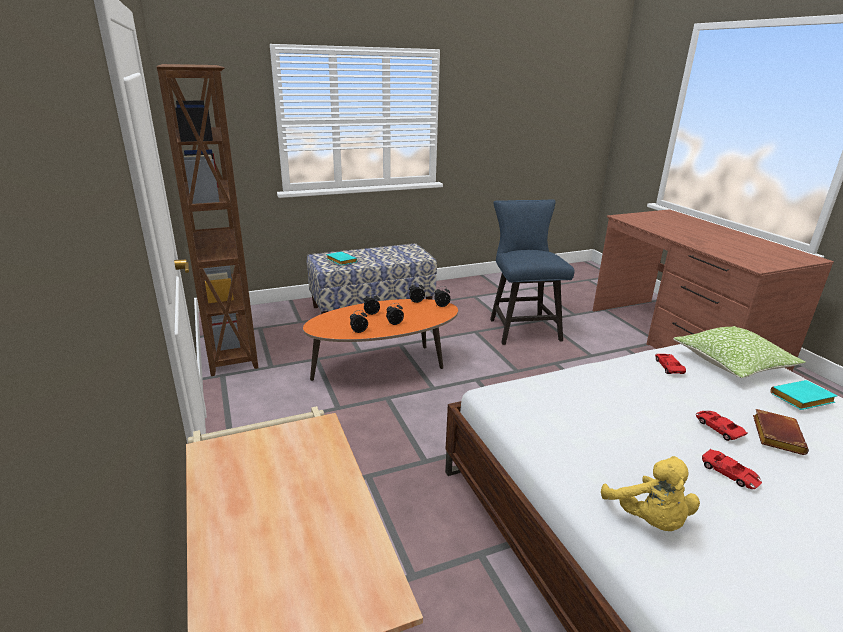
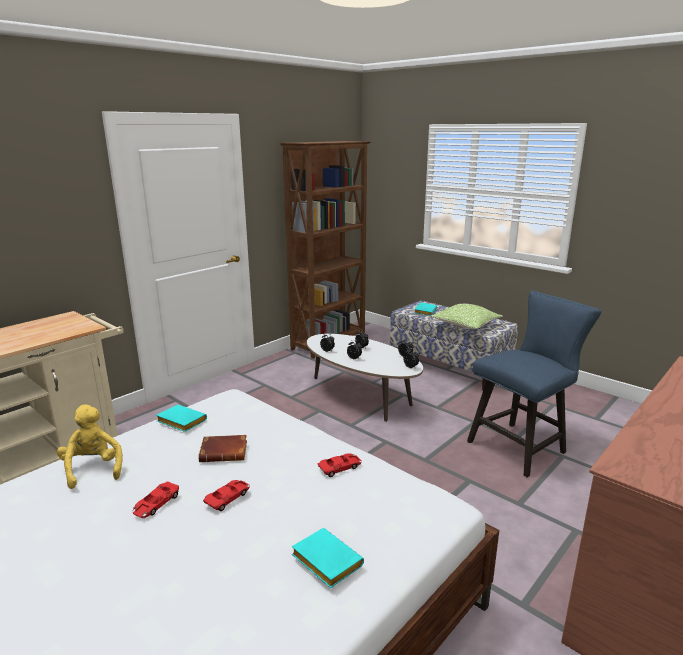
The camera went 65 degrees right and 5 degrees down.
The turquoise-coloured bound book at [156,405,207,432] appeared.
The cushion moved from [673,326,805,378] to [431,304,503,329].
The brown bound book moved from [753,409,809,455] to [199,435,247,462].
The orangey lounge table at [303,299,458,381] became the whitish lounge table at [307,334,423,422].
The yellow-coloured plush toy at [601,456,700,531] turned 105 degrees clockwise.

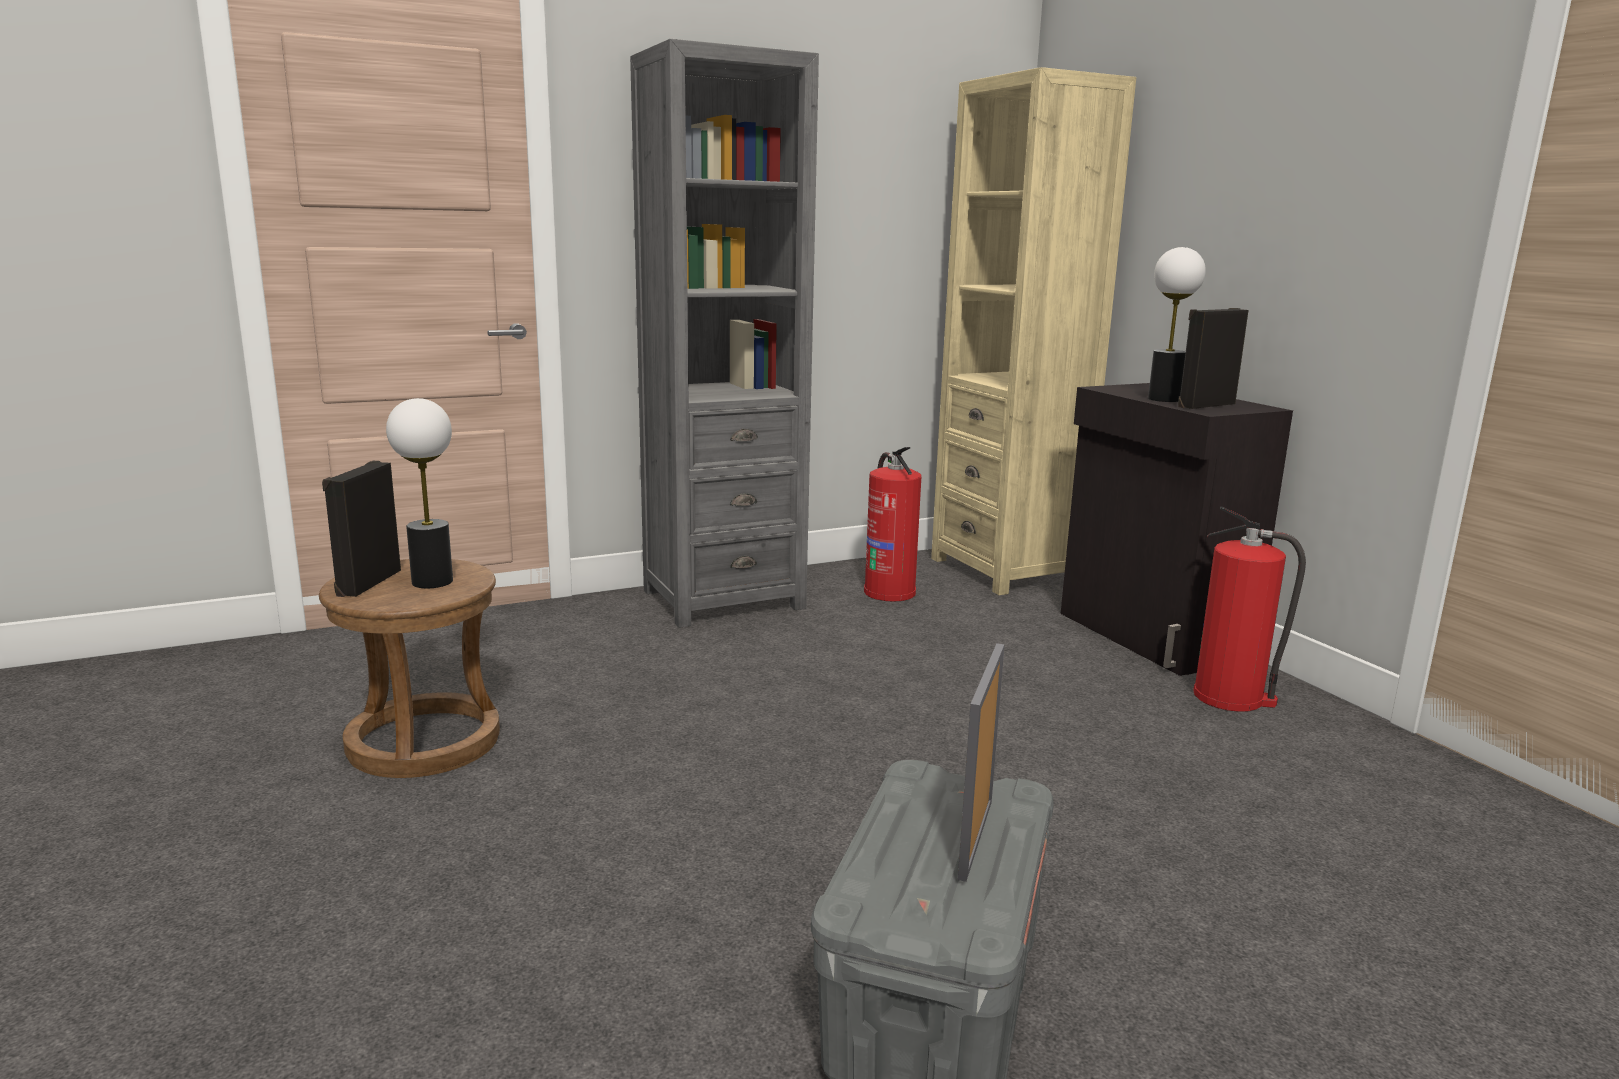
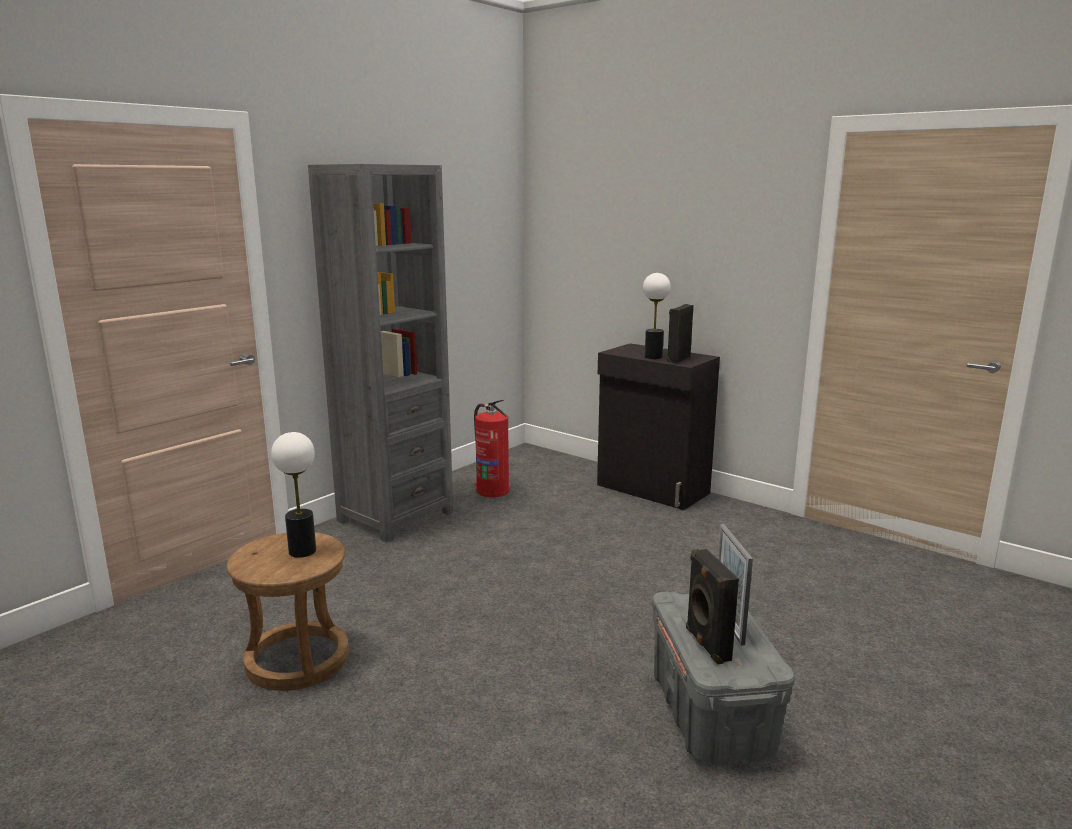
The camera went 25 degrees left and 0 degrees up.
The beige bookcase at [931,67,1136,595] disappeared.
The fire extinguisher at [1193,506,1306,712] disappeared.
The black-coloured loudspeaker moved from [322,461,401,597] to [686,549,739,664].

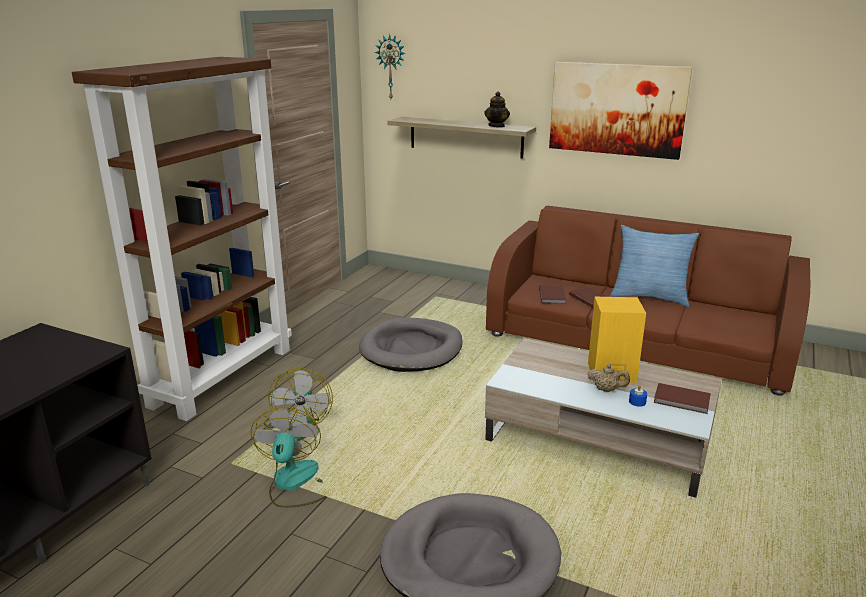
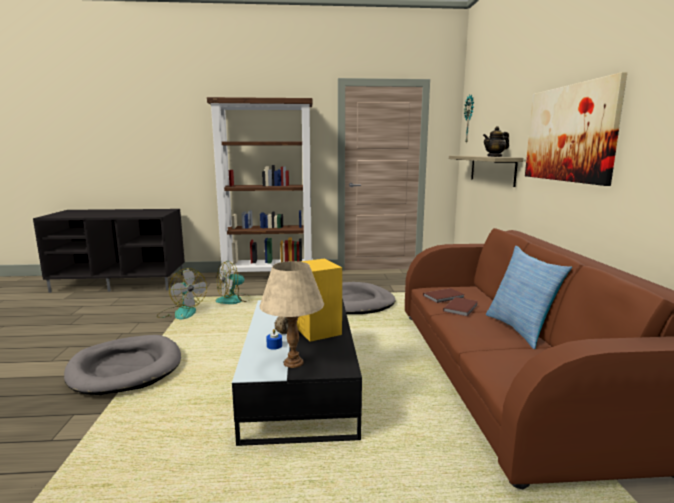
The camera went 60 degrees right and 10 degrees down.
The brown bound book at [654,383,711,414] was replaced by the beige table lamp at [260,261,324,368].
The beige lounge table at [485,338,722,498] became the black-coloured lounge table at [232,298,362,446].
The cooling fan at [250,407,326,508] turned 75 degrees clockwise.

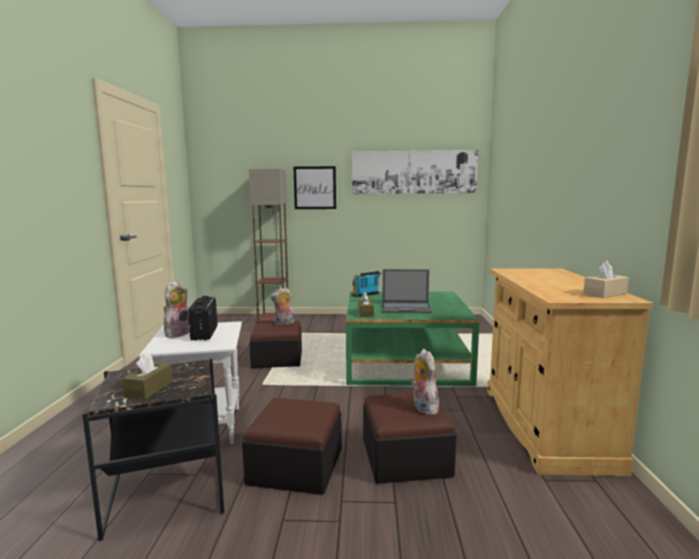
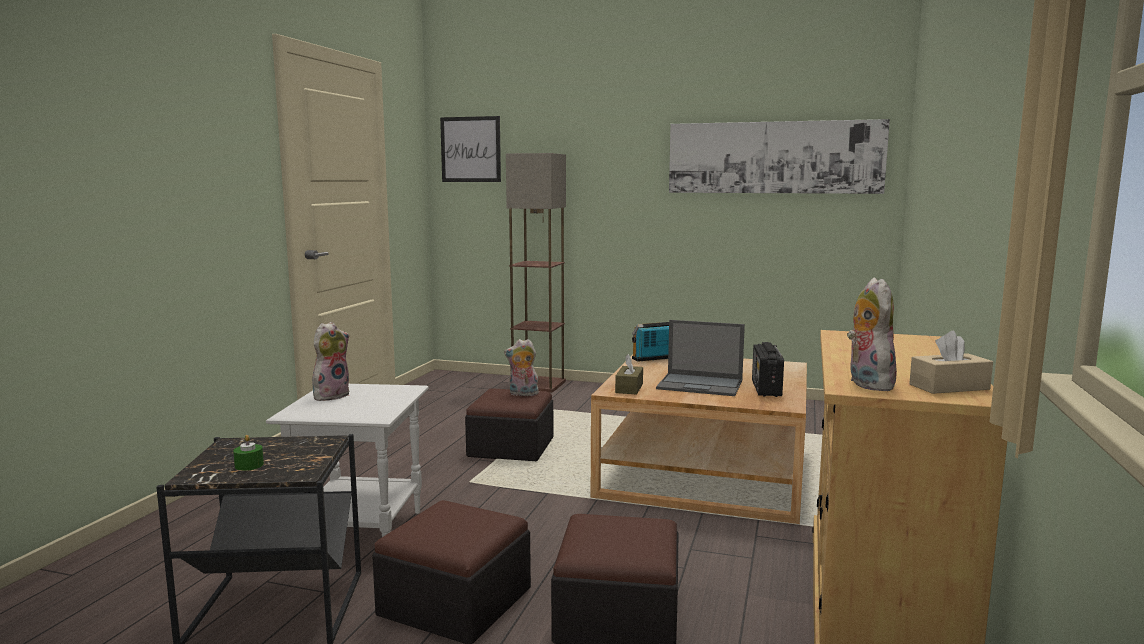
The camera went 15 degrees right and 0 degrees up.
The radio moved from [188,296,217,341] to [752,342,784,397].
The wall art moved from [294,166,336,209] to [440,116,501,182].
The plush toy moved from [411,349,439,415] to [847,278,898,391].
The brown box of tissues at [122,352,173,400] was replaced by the greenish wax light at [233,435,264,471].
The greenish lounge table at [346,291,479,386] became the beige lounge table at [591,356,807,524].

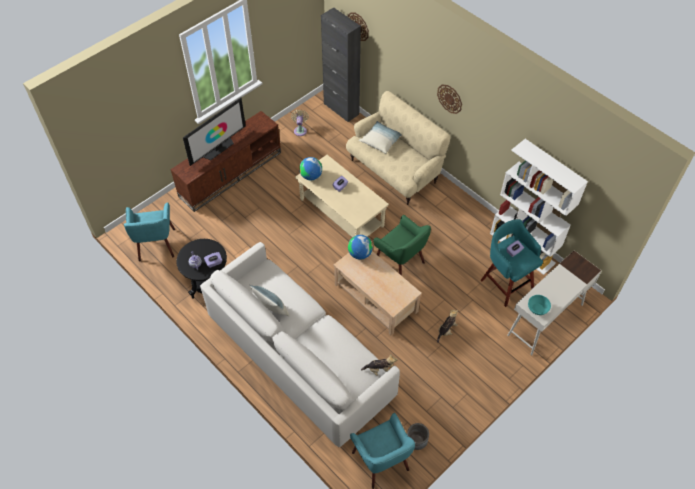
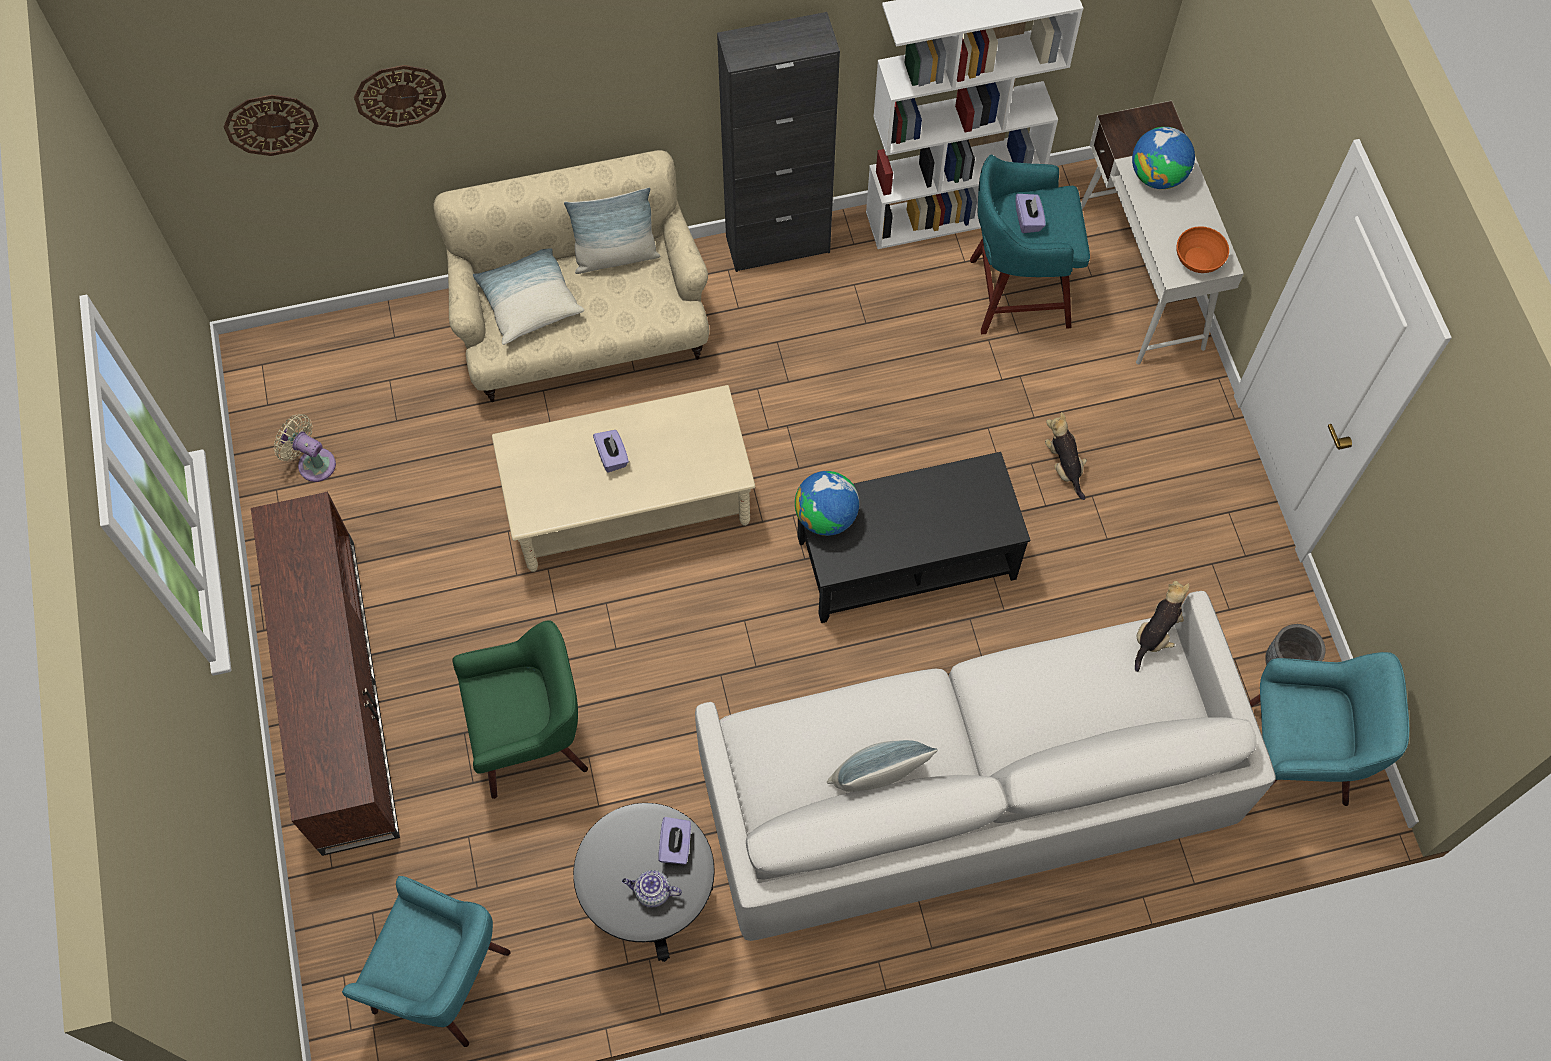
The camera went 60 degrees left and 10 degrees up.
The TV set at [183,97,246,166] disappeared.
The cushion at [564,187,660,274] appeared.
The world globe moved from [299,157,322,180] to [1132,127,1195,189].
The black-coloured cupboard moved from [321,8,361,122] to [717,12,840,272].
The greenish armchair moved from [374,215,431,276] to [453,620,588,799].
The clock on the wall moved from [437,85,462,114] to [354,65,446,127].
The beige lounge table at [334,251,422,335] became the black-coloured lounge table at [797,452,1030,623].
The turquoise-coloured deep dish at [528,295,551,315] became the orangey deep dish at [1176,226,1229,273].

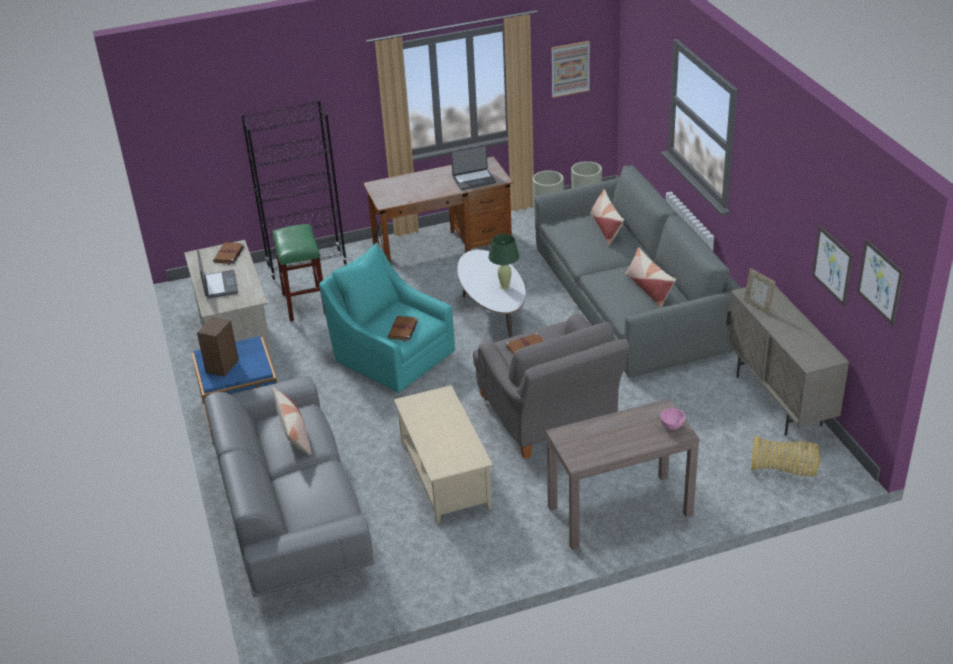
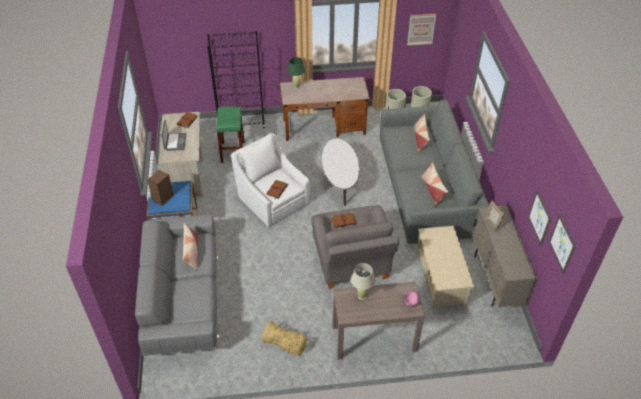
The camera went 10 degrees right and 10 degrees up.
The notebook computer at [451,145,496,190] disappeared.
The beige table lamp at [351,263,375,300] appeared.
The beige lounge table moved from [394,385,493,523] to [417,226,474,310].
The greenish table lamp moved from [488,234,519,290] to [287,57,305,89].
The storage basket moved from [751,435,820,477] to [262,321,307,356].
The turquoise-coloured armchair at [319,242,455,393] became the whitish armchair at [231,132,310,227].

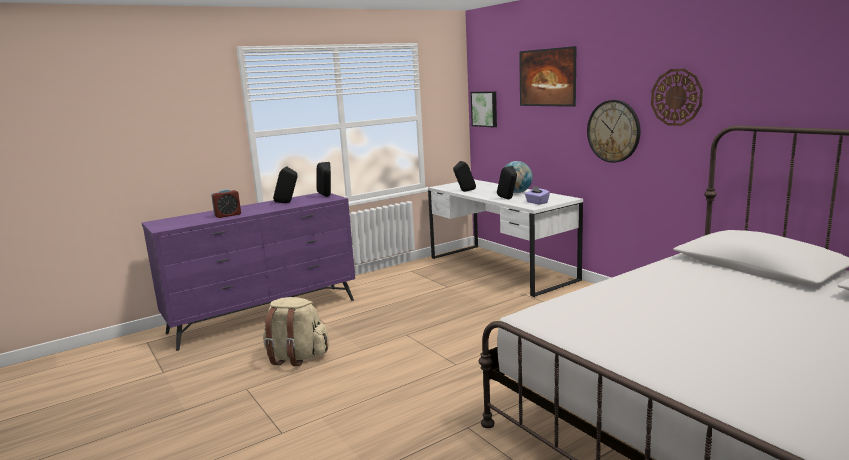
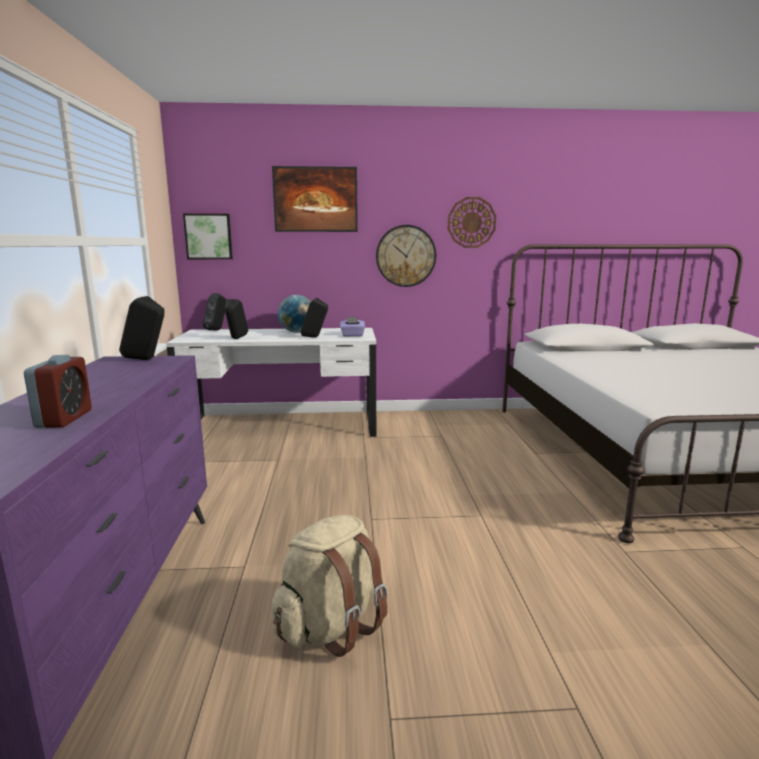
The camera went 60 degrees left and 0 degrees up.
The black-coloured loudspeaker moved from [273,167,298,203] to [203,293,227,331].

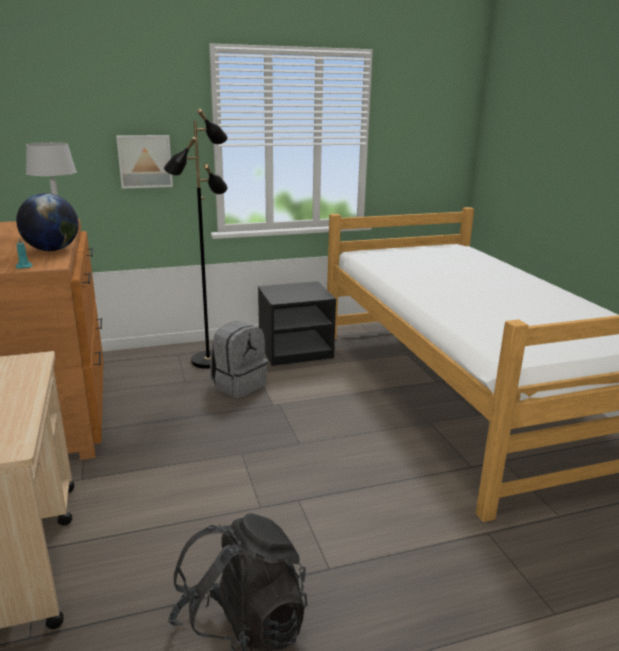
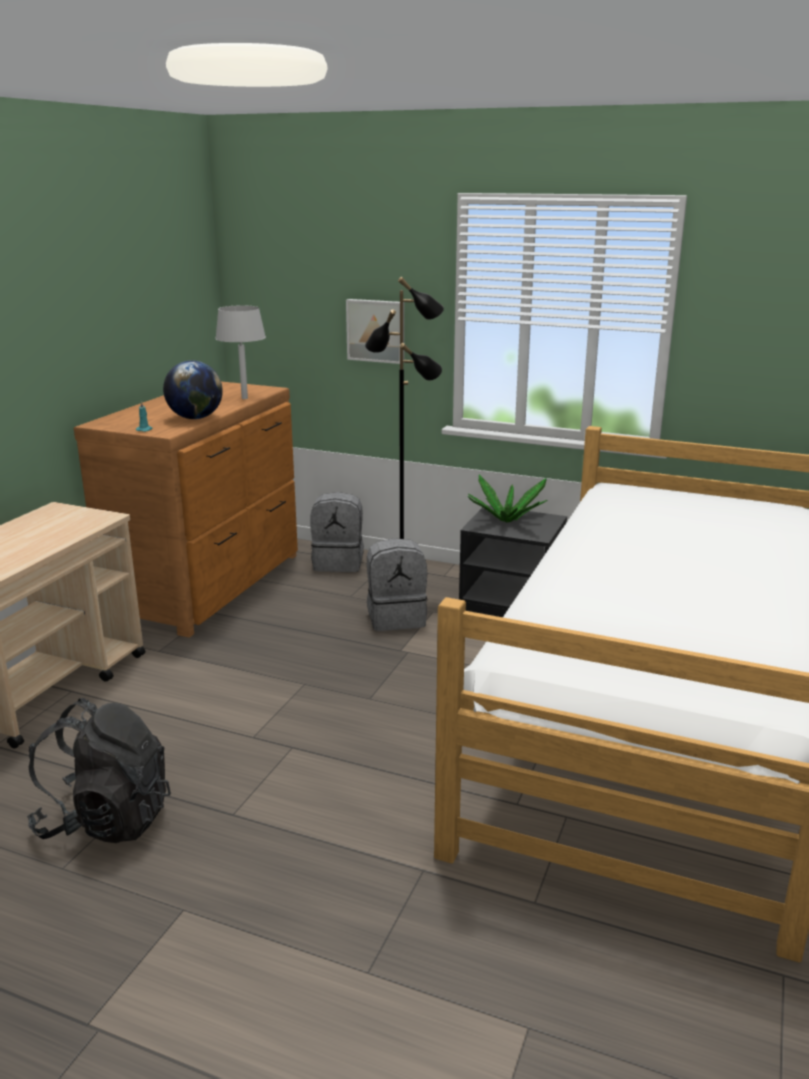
The camera went 40 degrees right and 0 degrees up.
The gray backpack at [310,492,364,572] appeared.
The potted plant at [468,475,548,522] appeared.

